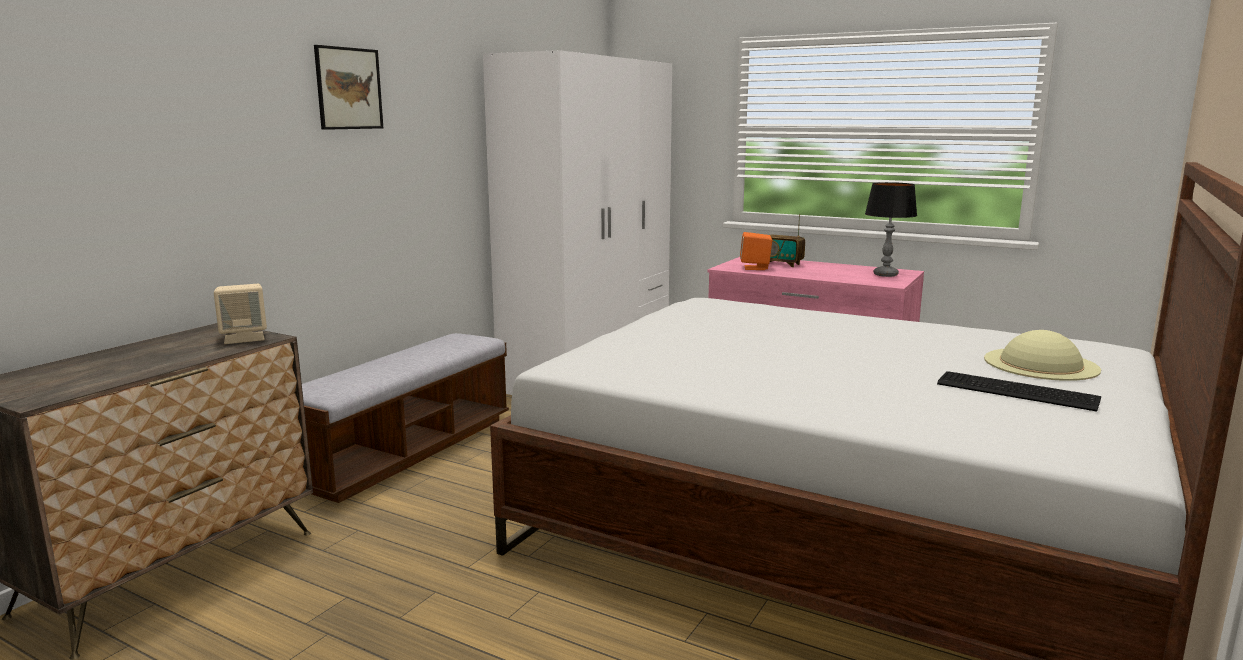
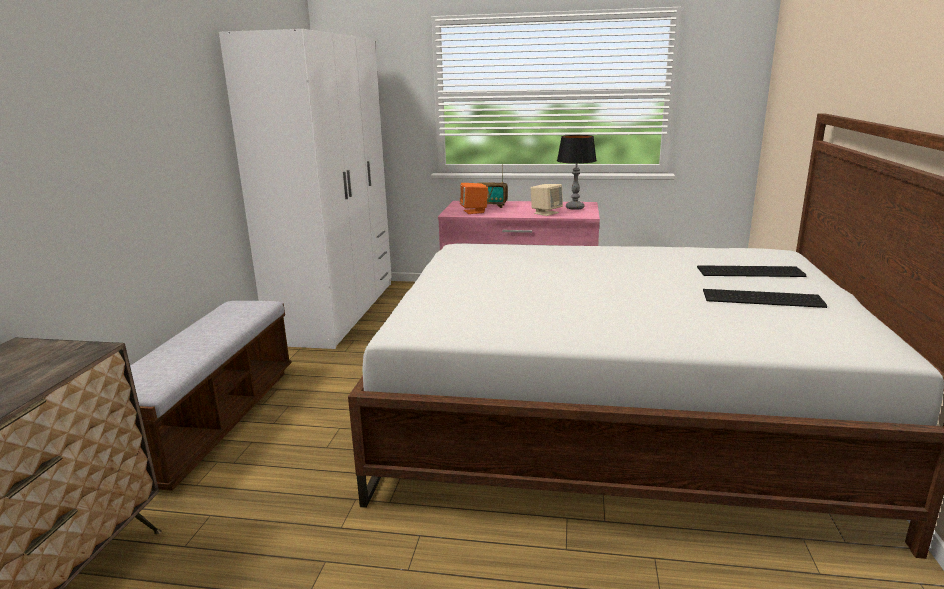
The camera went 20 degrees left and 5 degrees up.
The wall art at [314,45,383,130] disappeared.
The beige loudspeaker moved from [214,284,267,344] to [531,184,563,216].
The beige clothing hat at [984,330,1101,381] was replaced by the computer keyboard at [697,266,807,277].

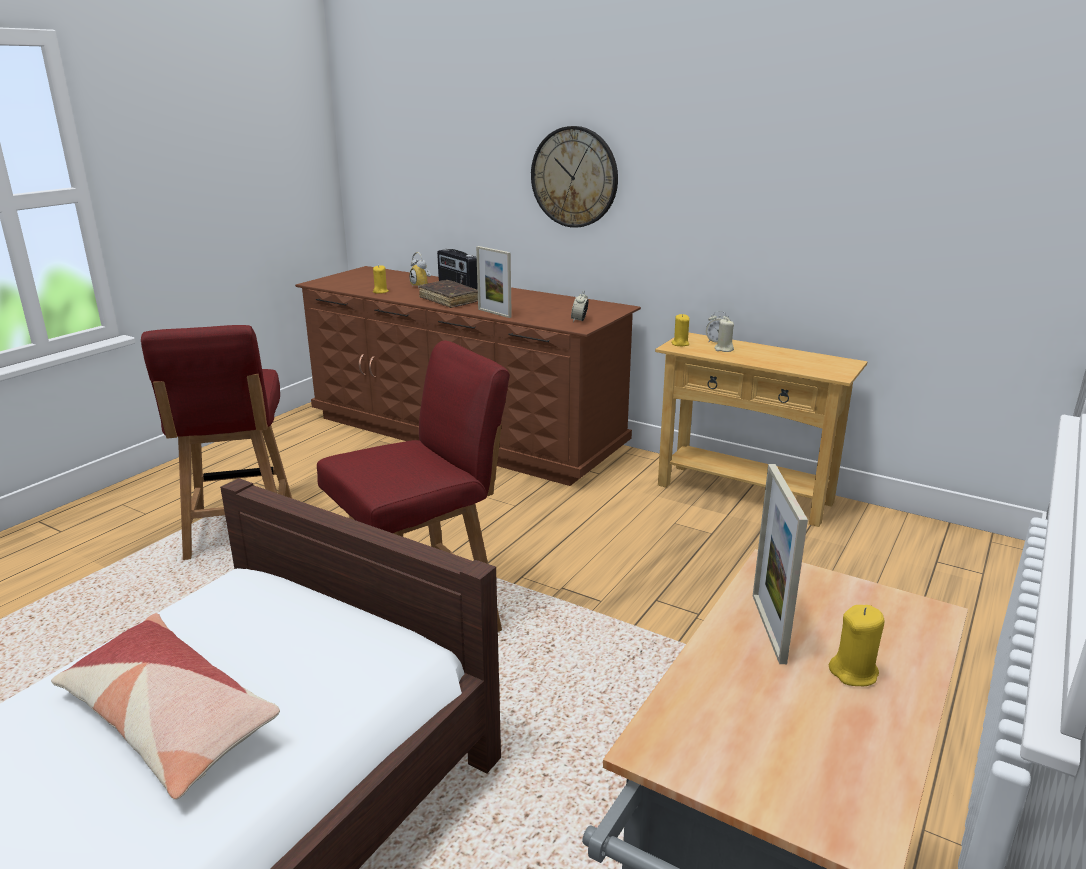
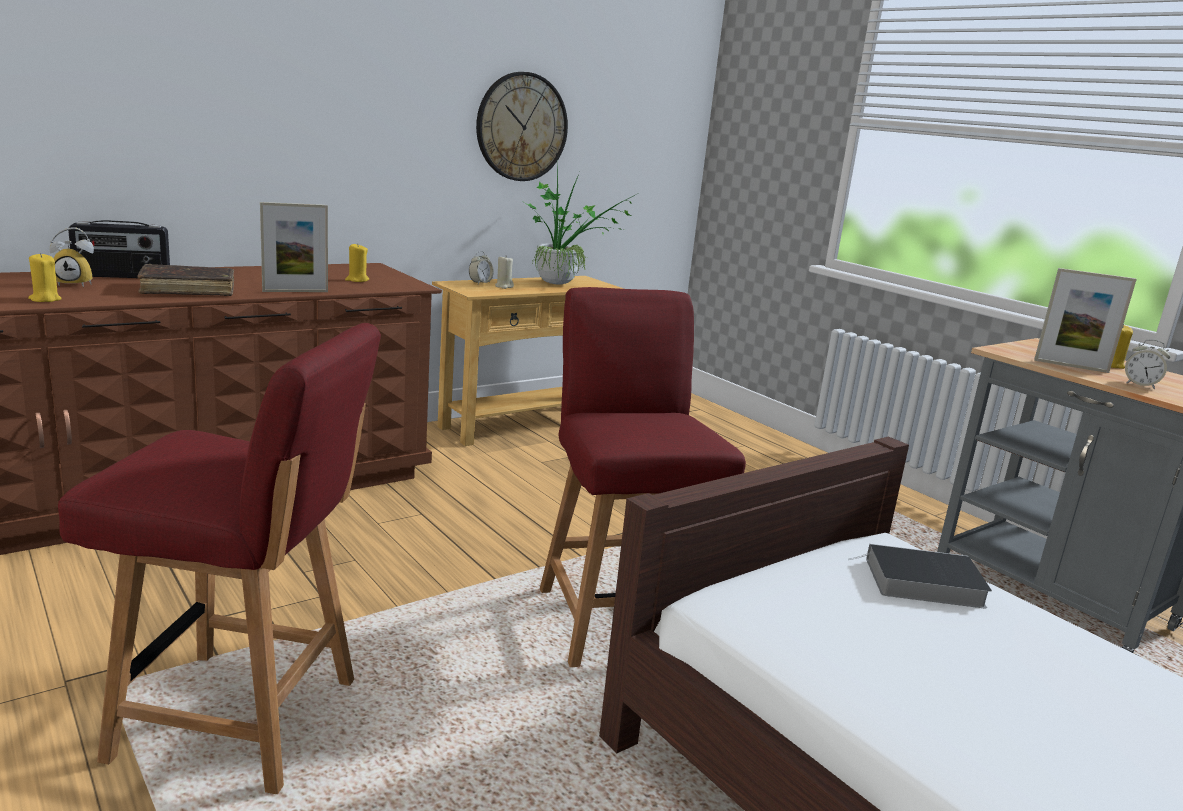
The camera went 70 degrees left and 5 degrees down.
The cushion at [51,613,280,800] disappeared.
The potted plant at [524,167,637,285] appeared.
The bound book at [849,544,992,609] appeared.
The clock on the wall moved from [531,126,618,228] to [476,72,568,181].
The bedside clock moved from [571,290,589,322] to [1125,340,1171,389].
The yellow-coloured wax light moved from [671,314,690,347] to [345,243,369,282].

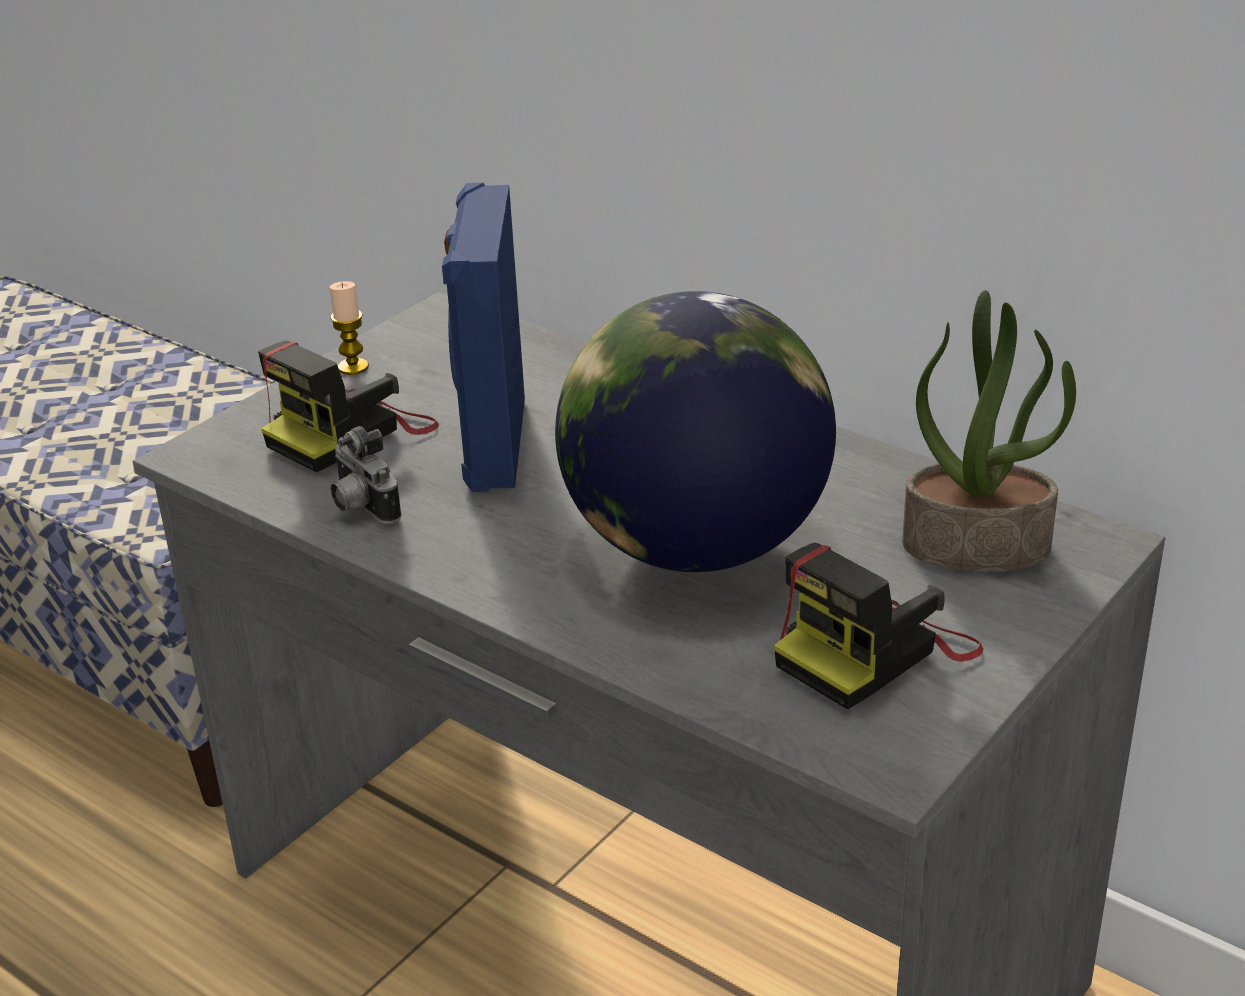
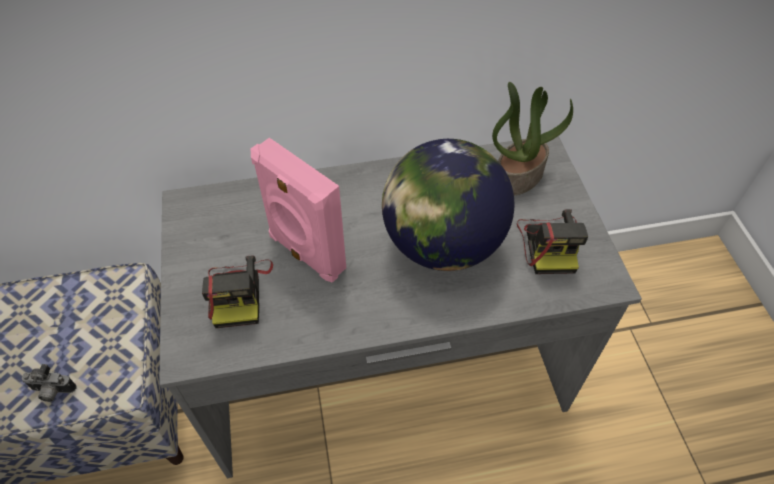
The camera went 50 degrees left and 20 degrees up.
The wax light at [329,281,369,375] disappeared.
The photo camera moved from [331,426,402,524] to [22,364,77,402].
The blue-coloured loudspeaker at [442,183,525,492] became the pink-coloured loudspeaker at [251,138,346,283].

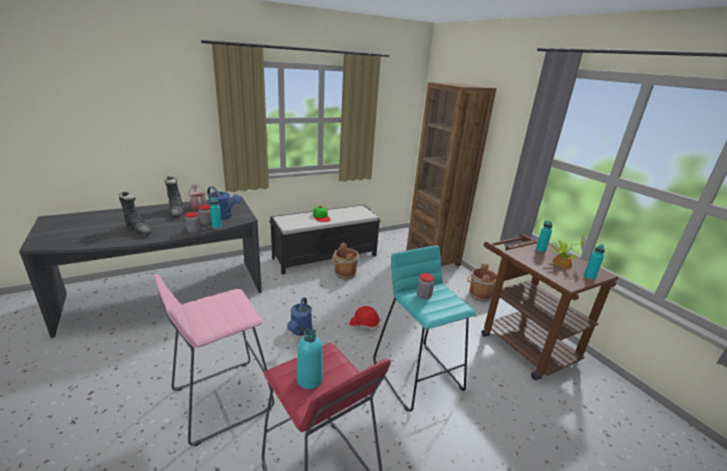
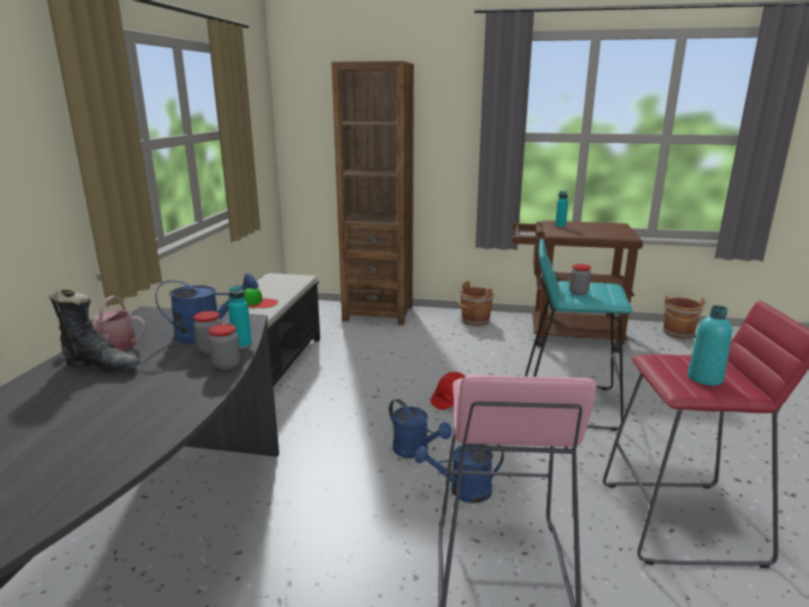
The camera went 50 degrees left and 5 degrees down.
The black-coloured boot at [119,192,153,235] disappeared.
The potted plant at [548,235,586,268] disappeared.
The turquoise-coloured beverage bottle at [584,244,605,280] disappeared.
The blue-coloured watering can at [415,444,504,503] appeared.
The brown bucket moved from [331,243,359,279] to [663,293,706,339].

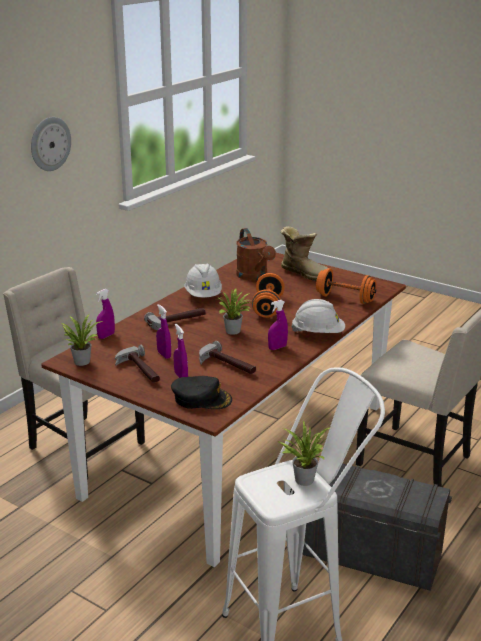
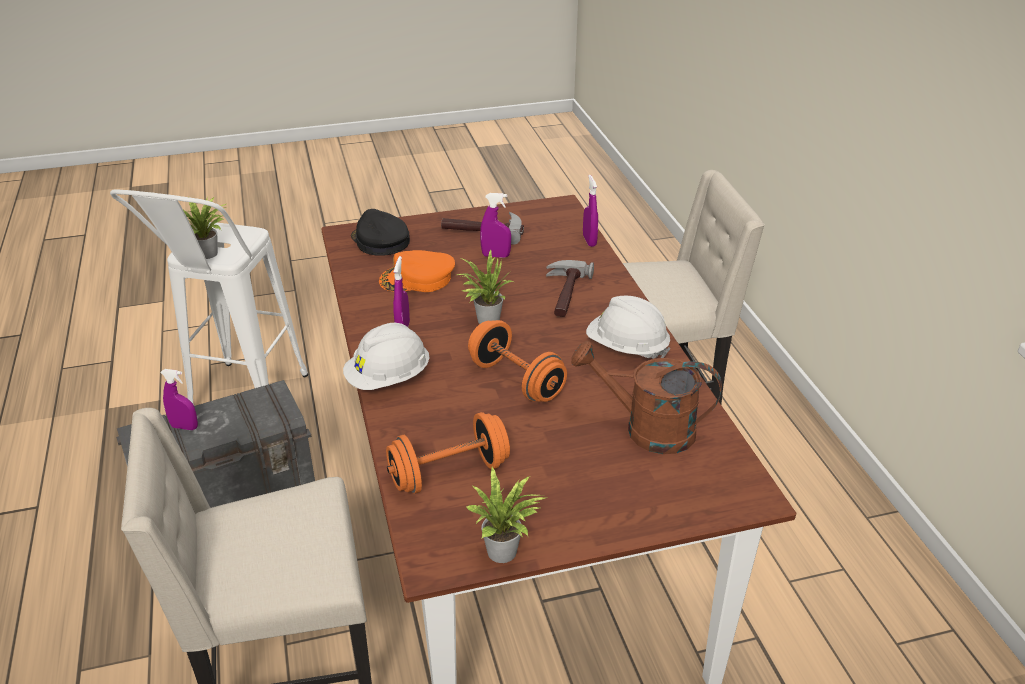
The camera went 130 degrees right and 10 degrees up.
The clock on the wall at [31,117,71,171] disappeared.
The boot at [280,226,328,281] disappeared.
The potted plant moved from [61,314,103,366] to [467,467,546,563].
The purple sprayer moved from [173,324,188,378] to [160,369,198,430].
The hand hammer at [199,341,256,374] was replaced by the orangey peaked cap at [379,250,455,292].
The black-coloured peaked cap at [171,376,232,409] turned 90 degrees clockwise.

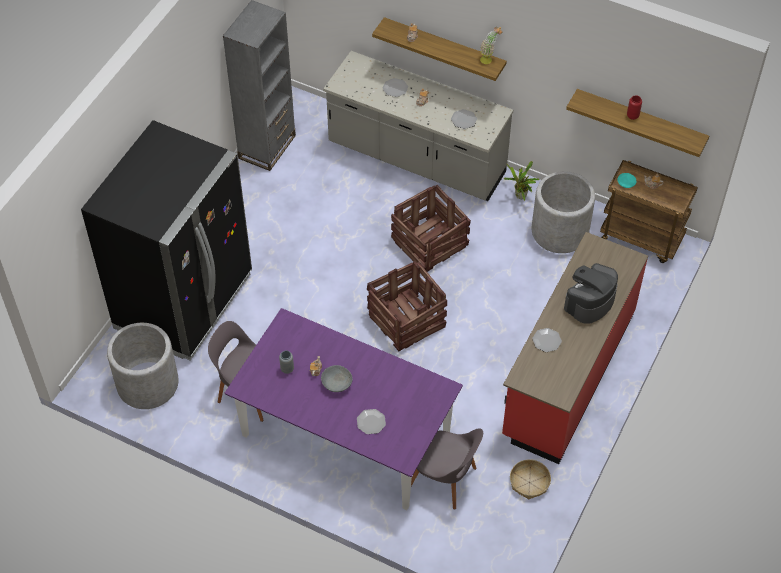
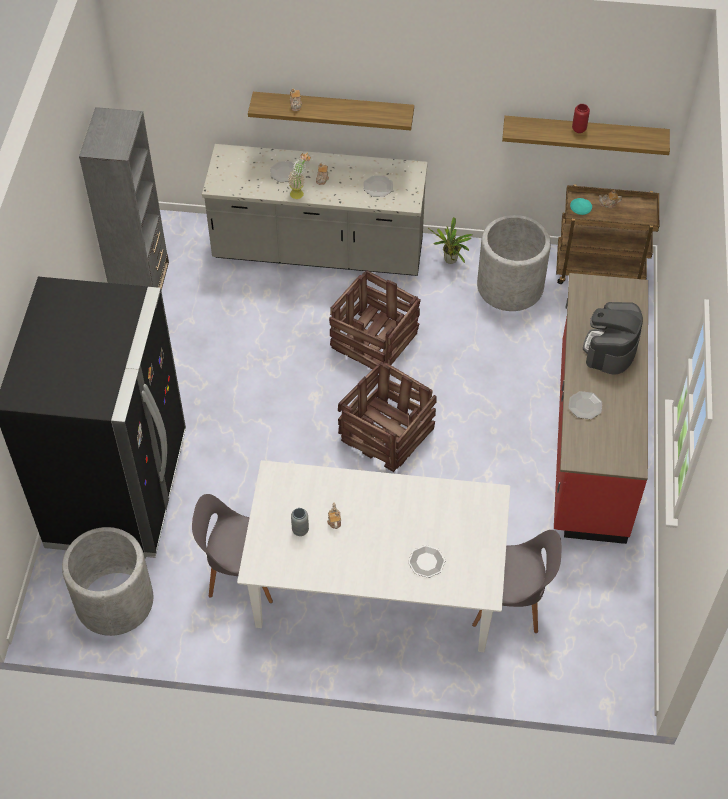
The camera went 20 degrees left and 0 degrees up.
The gray deep dish at [321,365,352,392] disappeared.
The storage basket at [510,459,551,499] disappeared.
The potted plant moved from [480,27,502,64] to [288,152,311,199].
The purple dining table at [225,308,463,510] became the whitish dining table at [237,460,510,652].

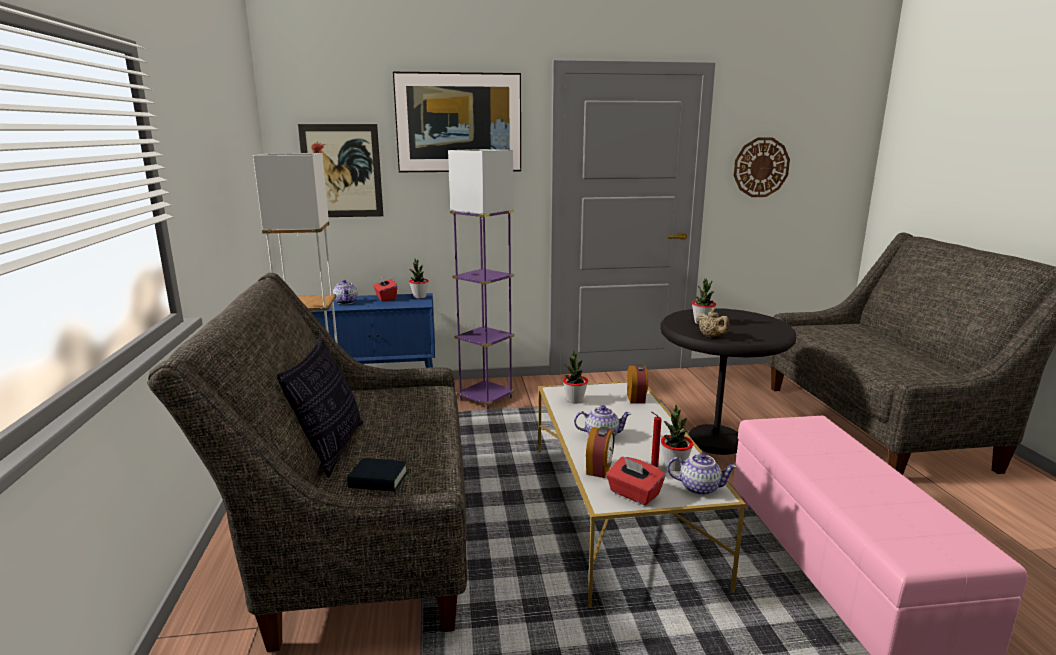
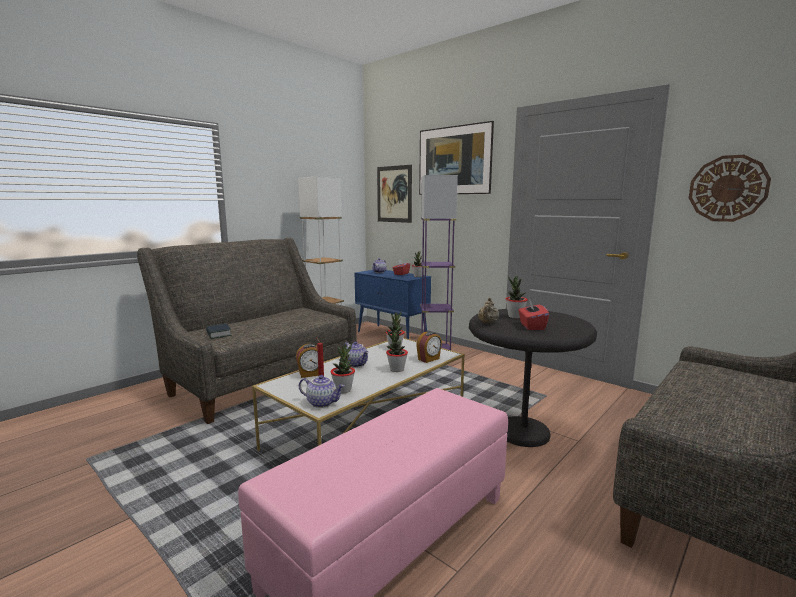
The camera went 50 degrees right and 5 degrees down.
The cushion at [277,337,363,478] disappeared.
The potted plant at [386,330,408,372] appeared.
The reddish box of tissues moved from [606,457,665,505] to [518,300,549,330].
The pot for tea at [667,453,737,495] turned 45 degrees counterclockwise.

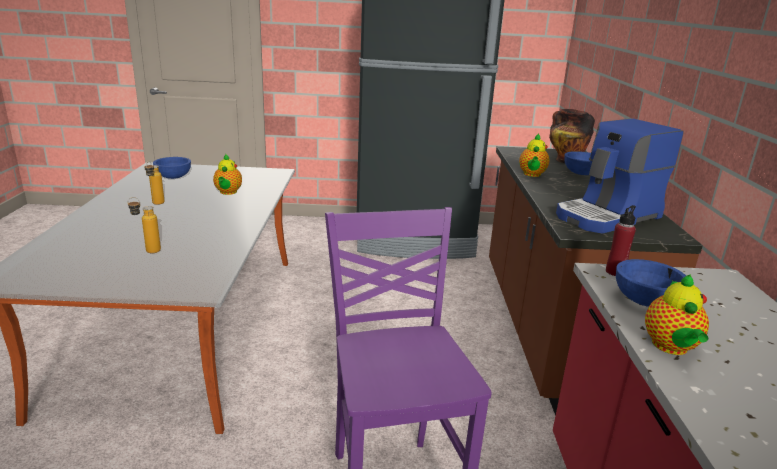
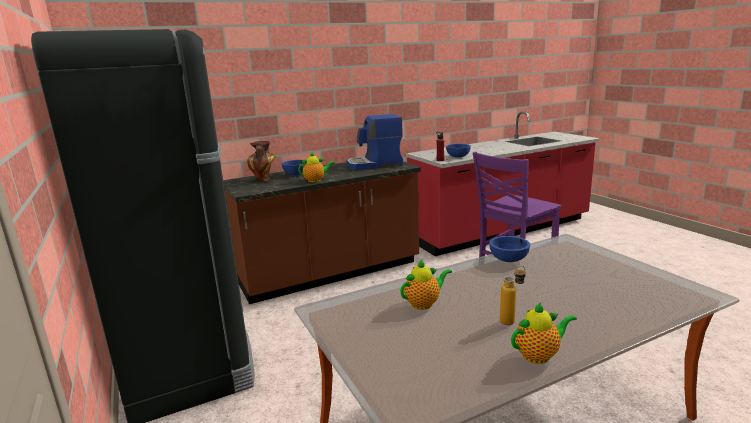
The camera went 115 degrees left and 5 degrees down.
The beverage bottle at [127,197,161,253] disappeared.
The blue-coloured deep dish moved from [153,157,191,179] to [489,236,530,262].
The pot for tea moved from [645,274,709,355] to [511,303,577,364].
The coffee machine at [556,119,684,234] turned 135 degrees clockwise.

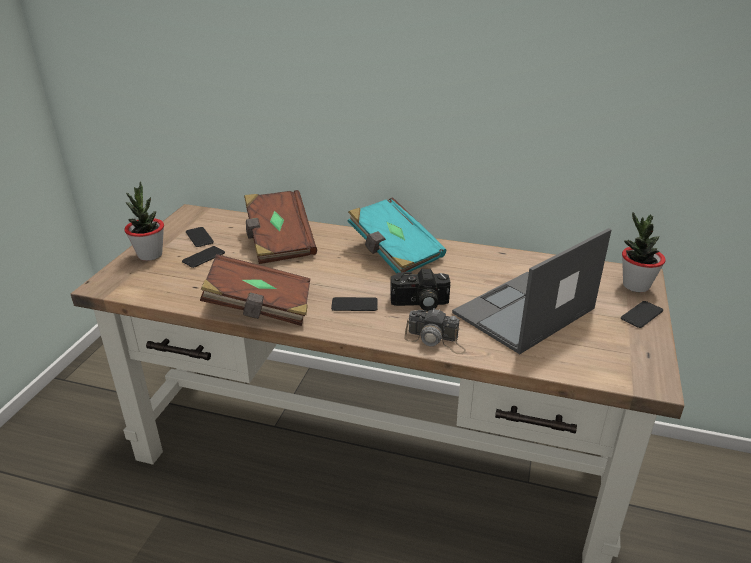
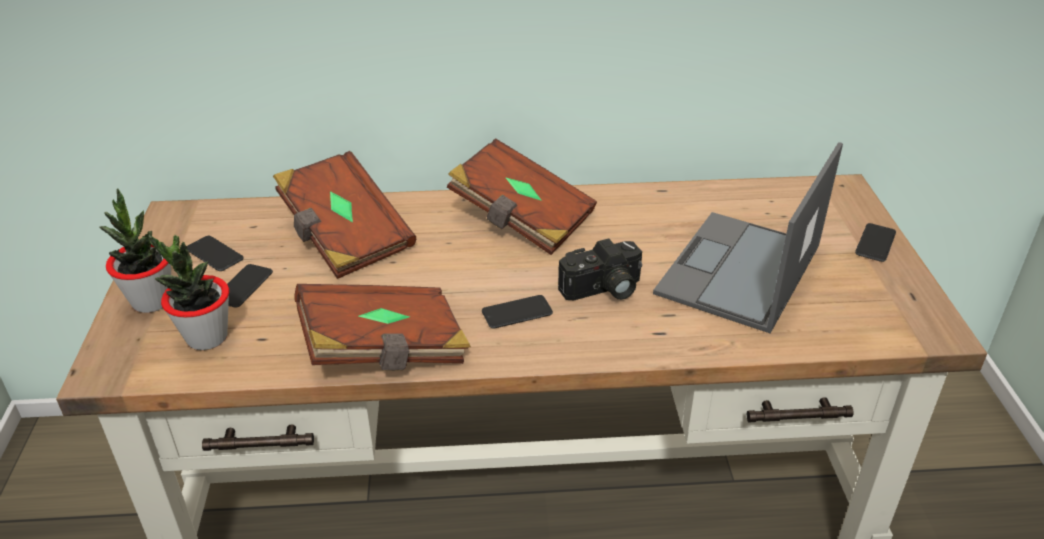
The camera went 20 degrees left and 5 degrees up.
The photo camera at [404,308,466,354] disappeared.
The potted plant moved from [622,212,666,293] to [148,234,229,350].
The turquoise-coloured bound book at [347,197,446,273] became the brown bound book at [447,138,597,255].

